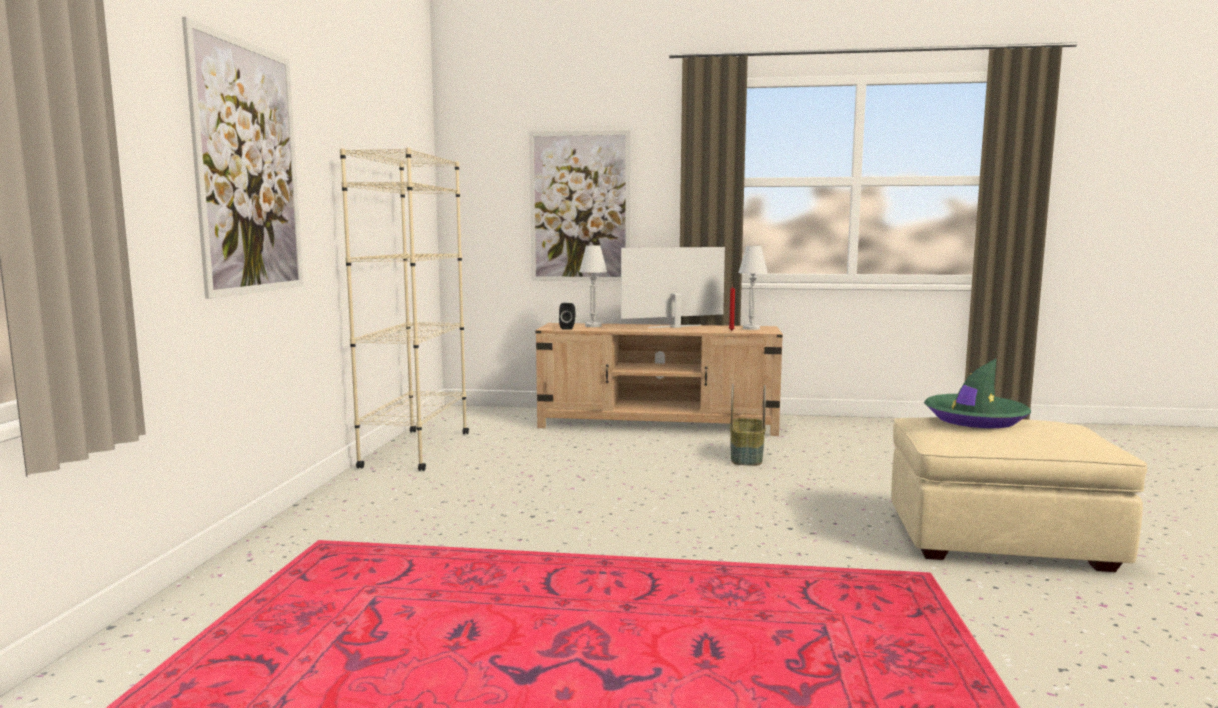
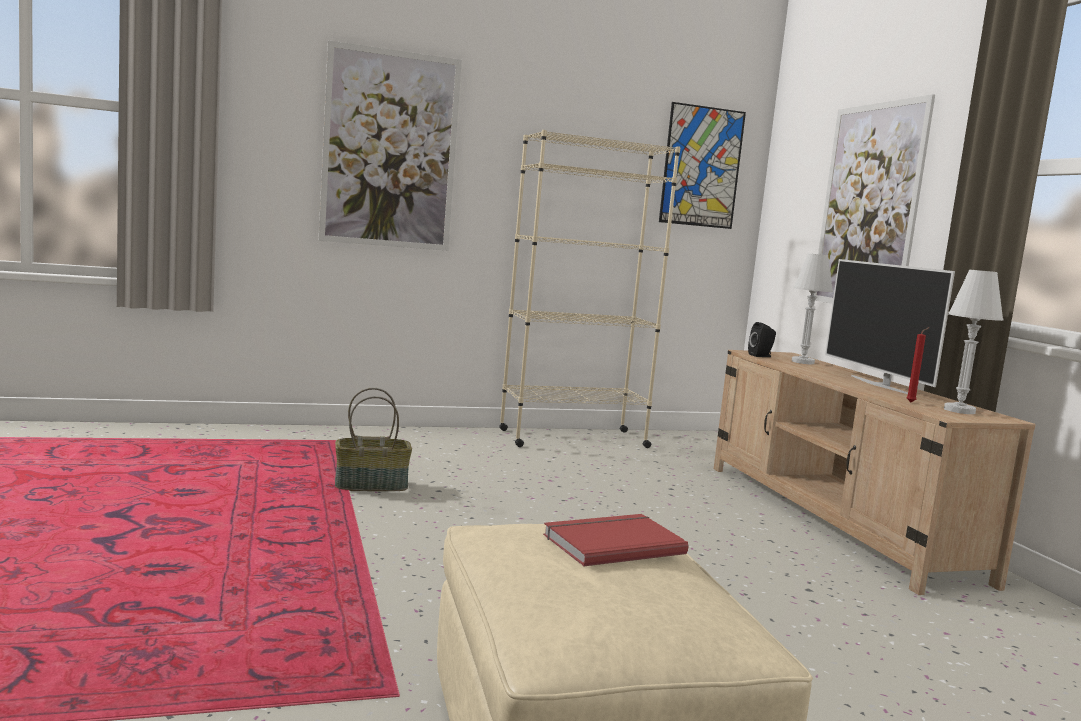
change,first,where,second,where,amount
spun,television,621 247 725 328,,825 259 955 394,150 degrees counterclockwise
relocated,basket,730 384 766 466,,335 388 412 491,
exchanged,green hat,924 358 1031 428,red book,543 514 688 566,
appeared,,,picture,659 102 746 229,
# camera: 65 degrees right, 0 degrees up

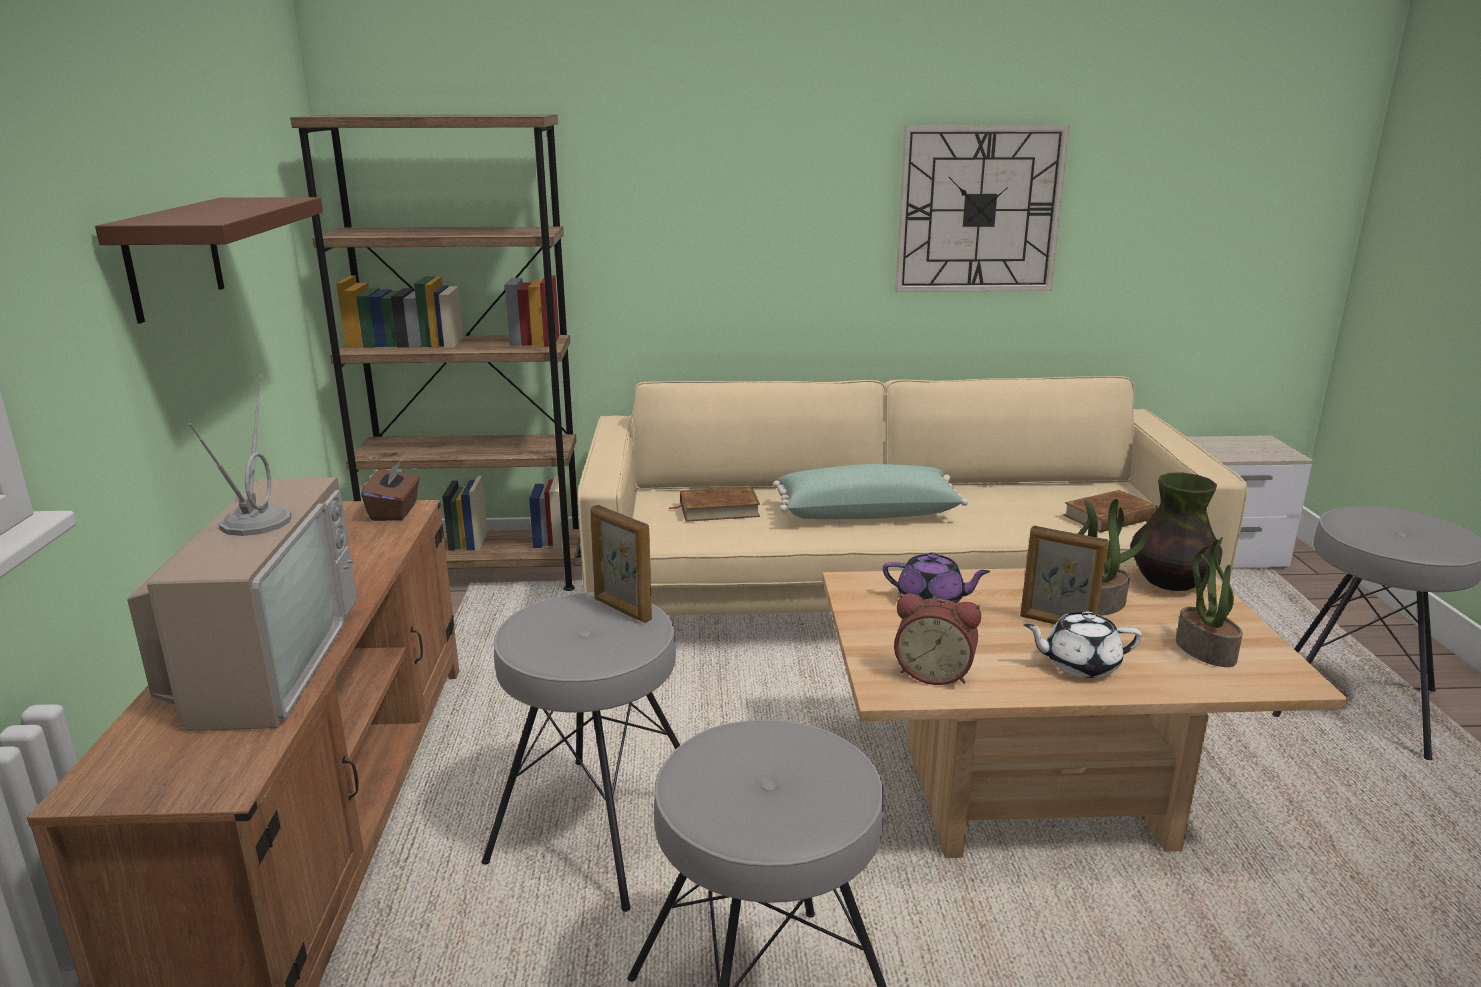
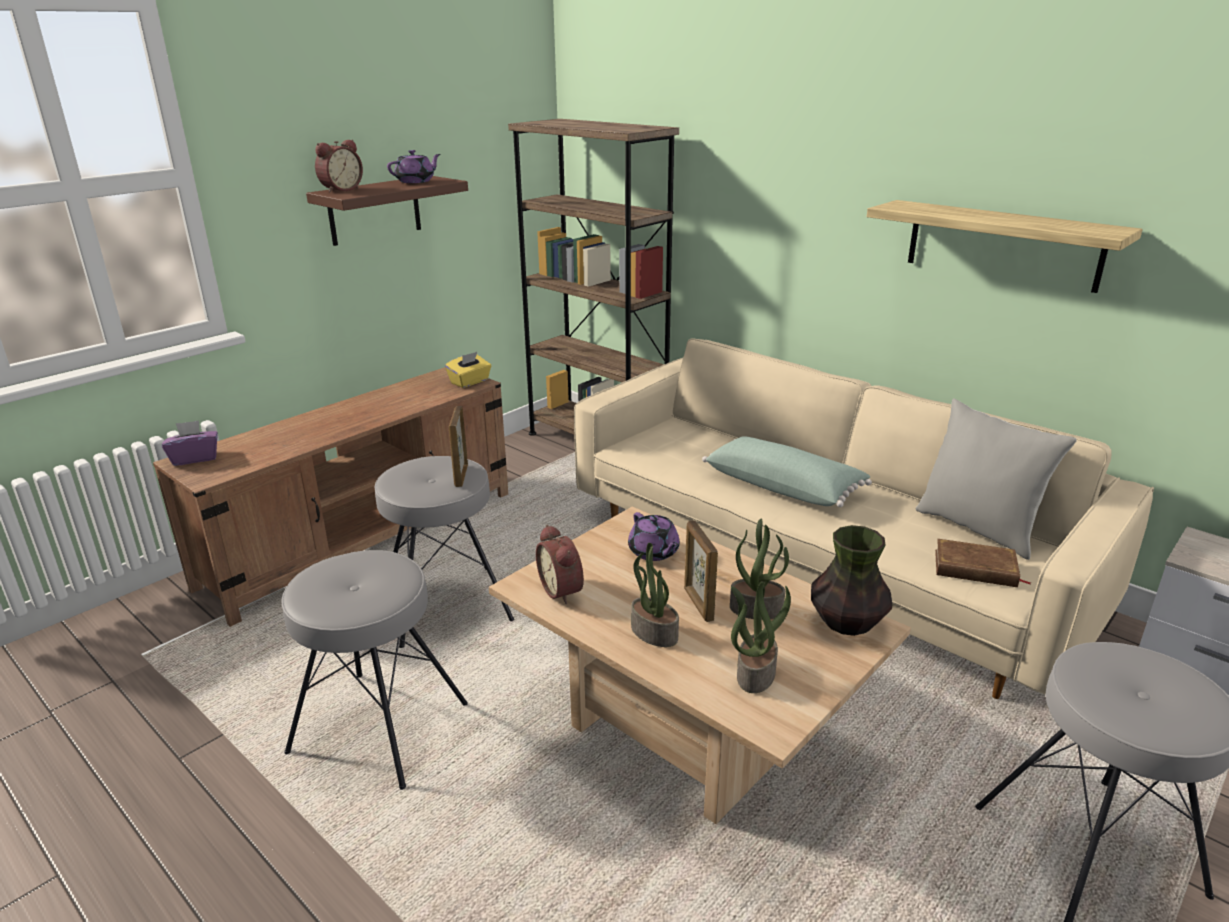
change,first,where,second,where,amount
missing,television,127 374 357 731,,,
colour,brown tissue box,361 460 420 521,yellow tissue box,445 352 491 388,
missing,brown book,668 486 760 522,,,
exchanged,wall clock,895 125 1070 292,shelf,867 200 1143 293,
exchanged,white teapot,1024 612 1142 678,potted plant,631 543 679 647,
appeared,,,purple tissue box,162 420 218 466,
appeared,,,alarm clock,315 140 363 193,
appeared,,,purple teapot,387 150 440 183,
appeared,,,grey pillow,915 398 1077 560,
# camera: 45 degrees right, 5 degrees up

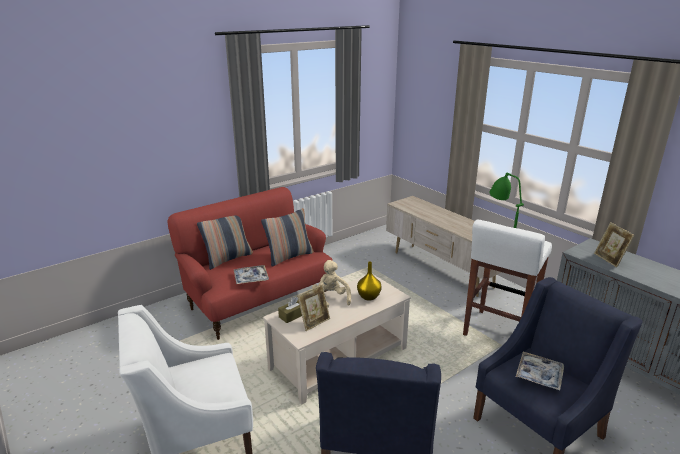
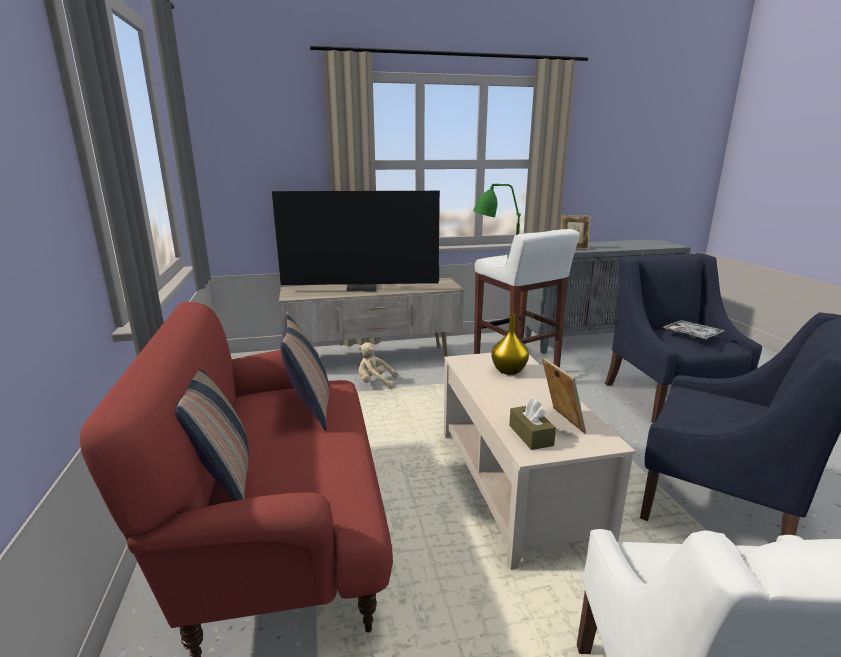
change,first,where,second,where,amount
missing,tray,234 265 269 284,,,
relocated,beige plush toy,312 260 351 307,,358 342 398 389,
appeared,,,television,272 191 440 292,
# camera: 65 degrees left, 5 degrees down

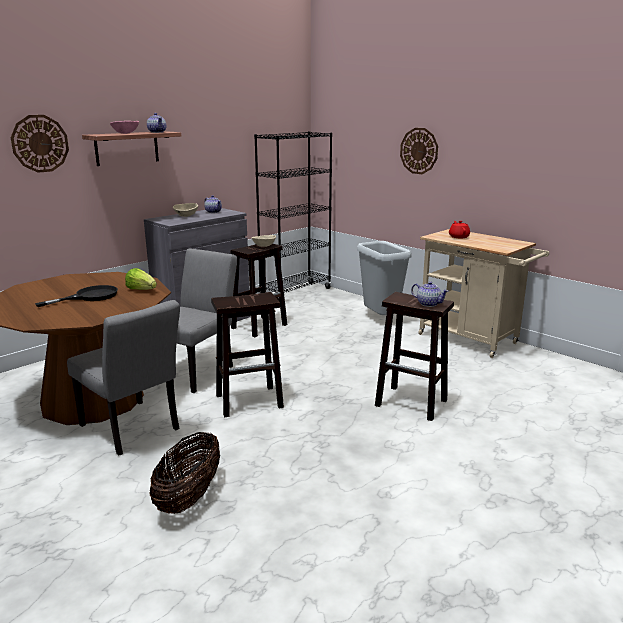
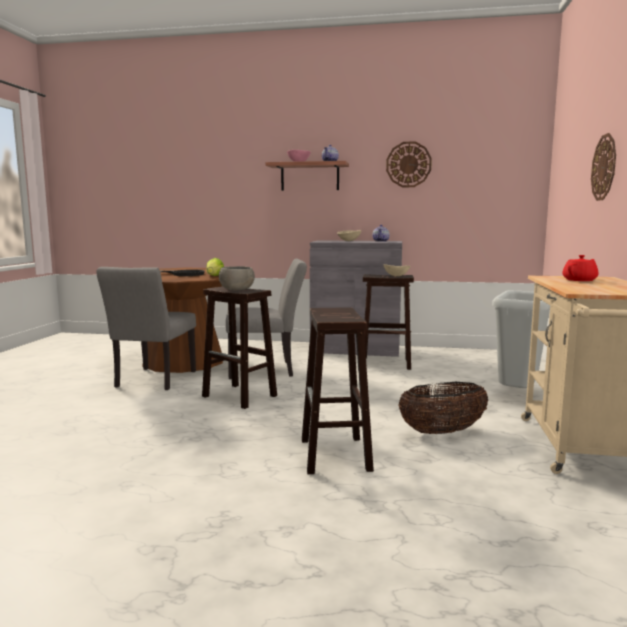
change,first,where,second,where,amount
relocated,wall clock,11 115 69 173,,386 141 432 187,
relocated,basket,150 432 220 514,,399 382 488 434,
missing,black bookcase,254 131 332 298,,,
missing,teapot,411 281 449 307,,,
appeared,,,grey bowl,219 266 255 290,
# camera: 55 degrees right, 10 degrees down

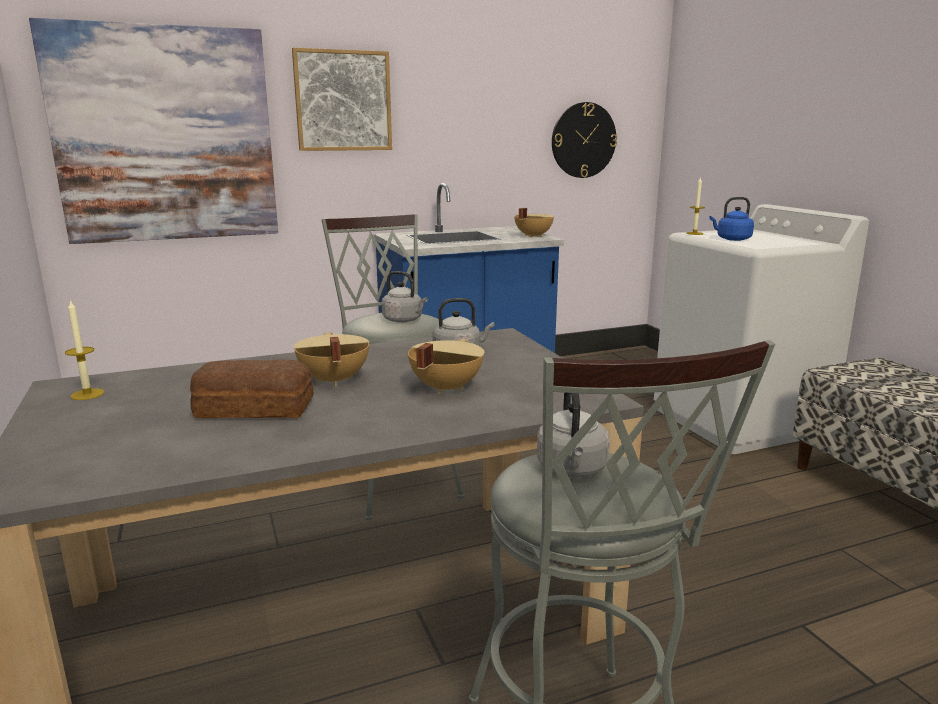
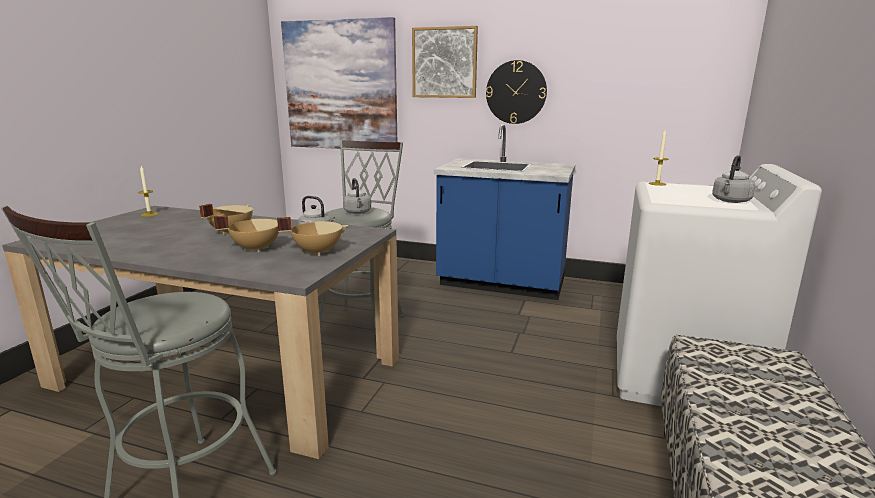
change,first,where,second,where,amount
missing,bread,190 360 314 418,,,
relocated,beige cooking pot,514 208 554 238,,277 217 349 256,
relocated,grey kettle,537 393 610 477,,712 155 755 203,
relocated,wall clock,552 102 617 178,,486 60 547 124,
missing,blue kettle,709 197 754 241,,,
# camera: 40 degrees right, 0 degrees up

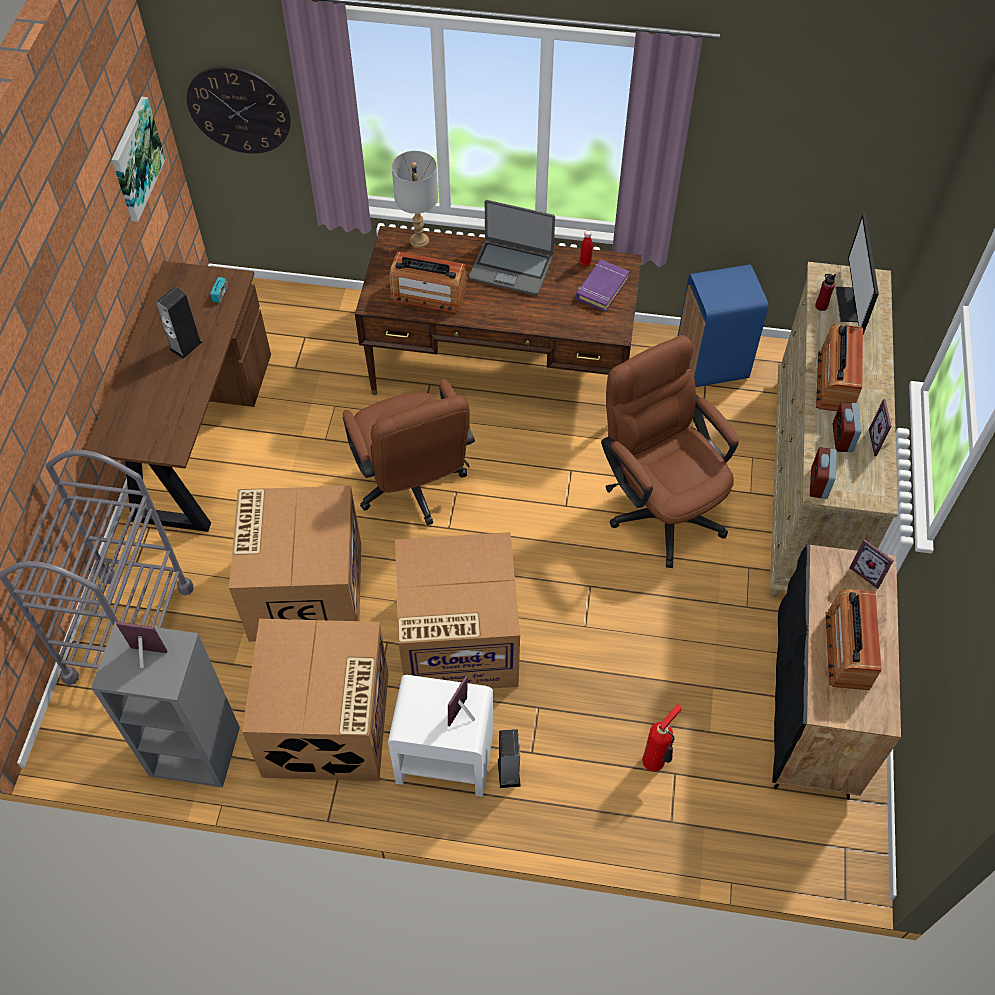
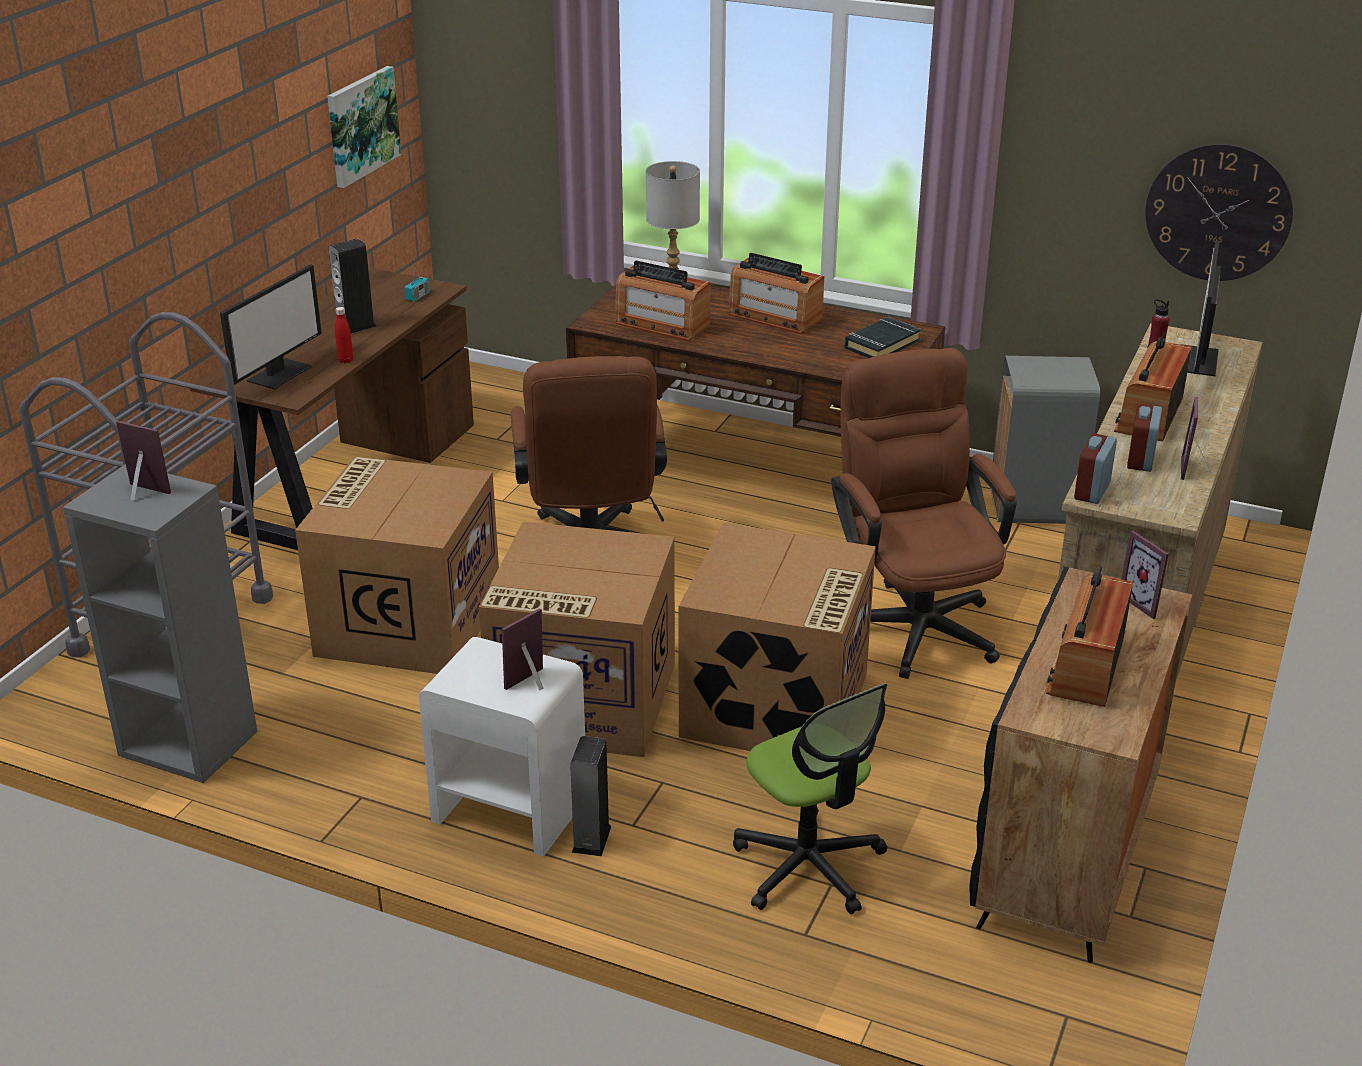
change,first,where,second,where,amount
relocated,wall clock,187 66 291 154,,1145 143 1293 281,
relocated,cardboard box,242 619 388 781,,679 523 876 751,
exchanged,laptop,469 200 555 296,radio,729 253 824 334,
colour,purple book,576 260 630 312,black book,844 317 921 358,
relocated,red bottle,580 230 593 267,,335 307 353 364,
exchanged,fire extinguisher,642 704 682 772,office chair,733 683 887 914,
colour,blue trash can,678 264 768 387,grey trash can,991 356 1100 524,
appeared,,,monitor,220 264 322 389,
# camera: 15 degrees right, 25 degrees down

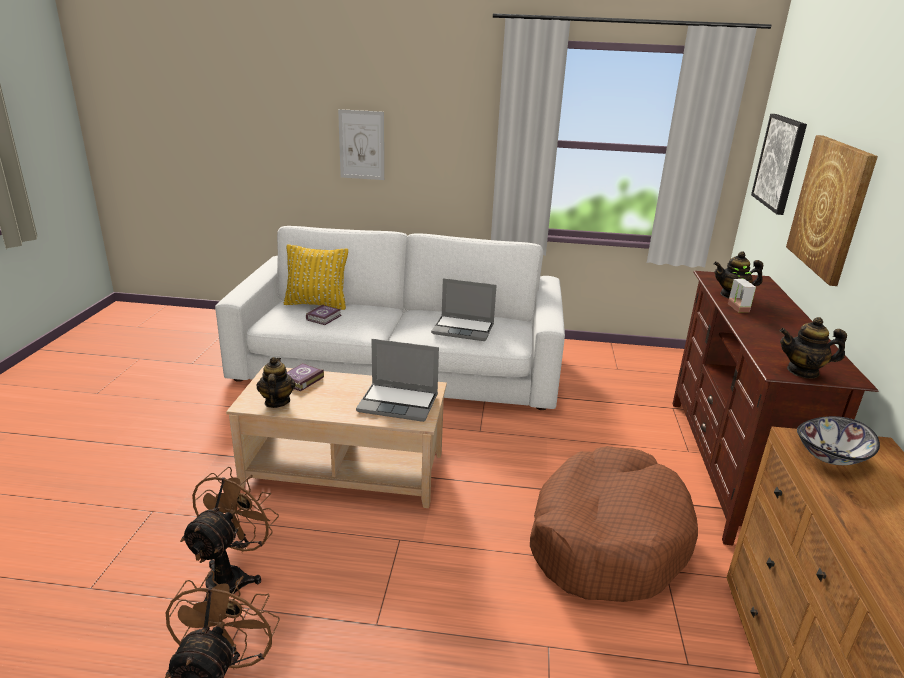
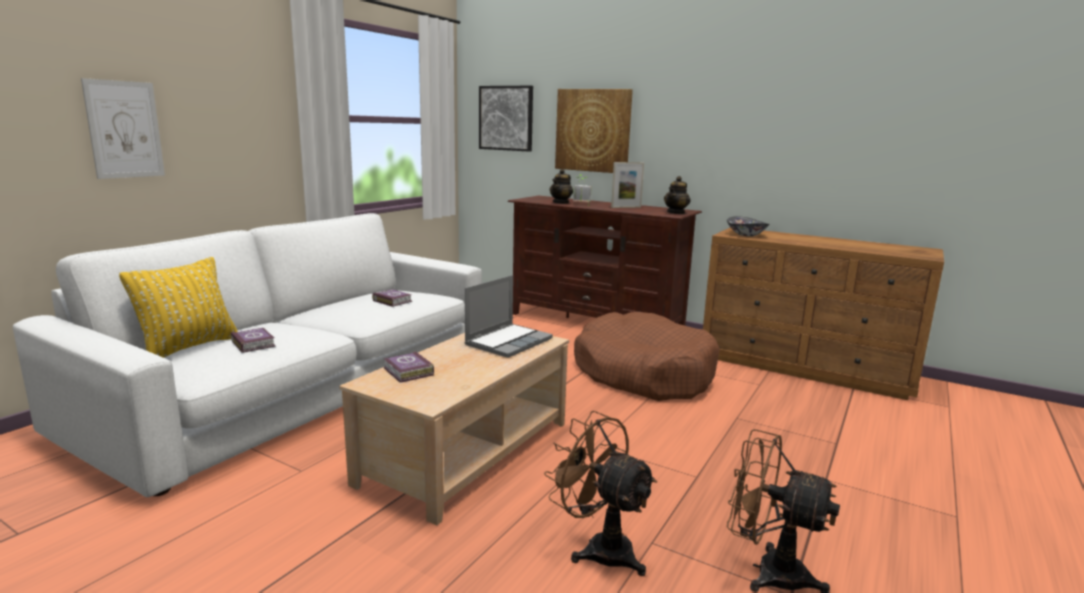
change,first,where,second,where,amount
missing,teapot,257 357 296 408,,,
exchanged,laptop,431 278 497 341,book,372 289 412 307,
appeared,,,picture frame,611 162 644 208,
# camera: 65 degrees left, 10 degrees down

